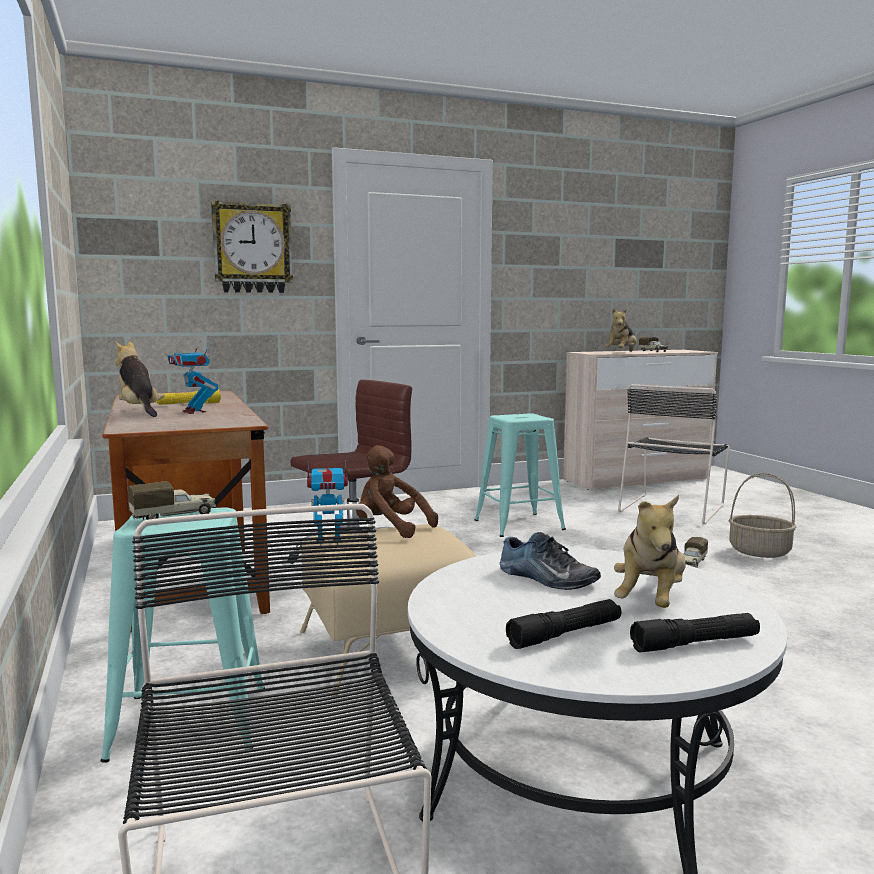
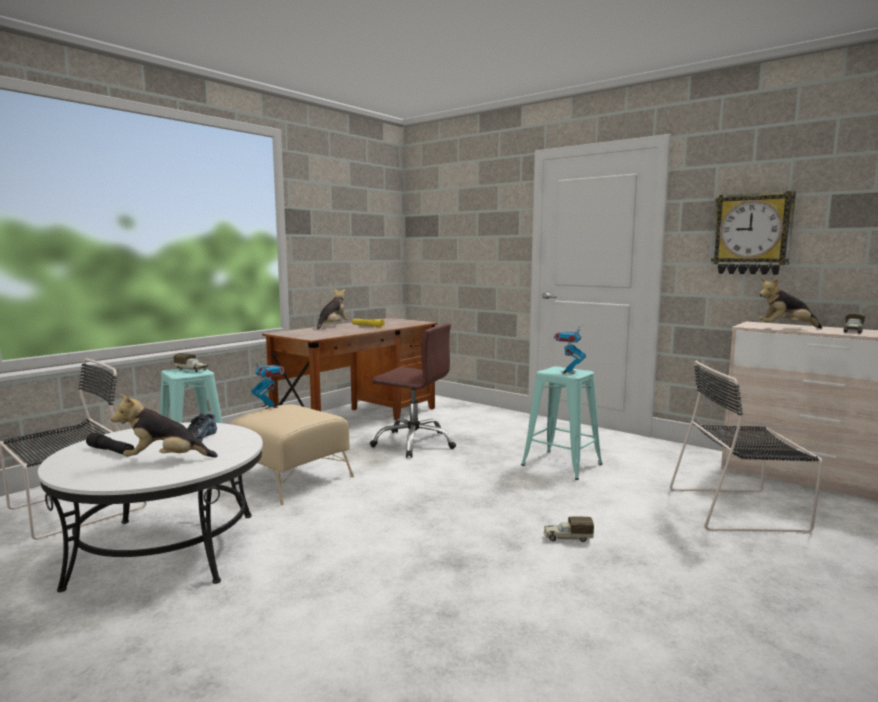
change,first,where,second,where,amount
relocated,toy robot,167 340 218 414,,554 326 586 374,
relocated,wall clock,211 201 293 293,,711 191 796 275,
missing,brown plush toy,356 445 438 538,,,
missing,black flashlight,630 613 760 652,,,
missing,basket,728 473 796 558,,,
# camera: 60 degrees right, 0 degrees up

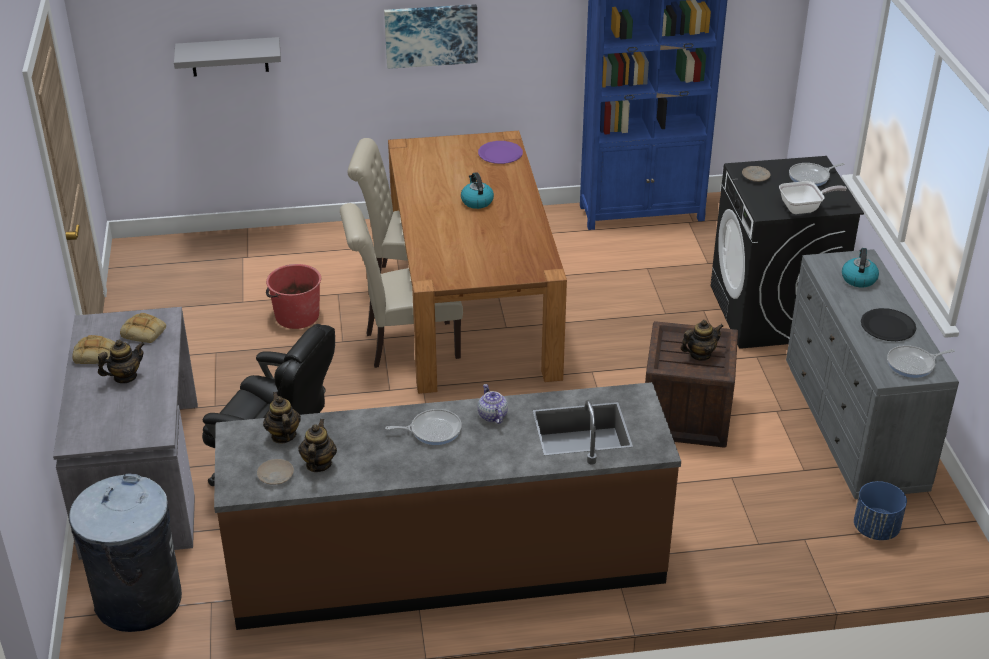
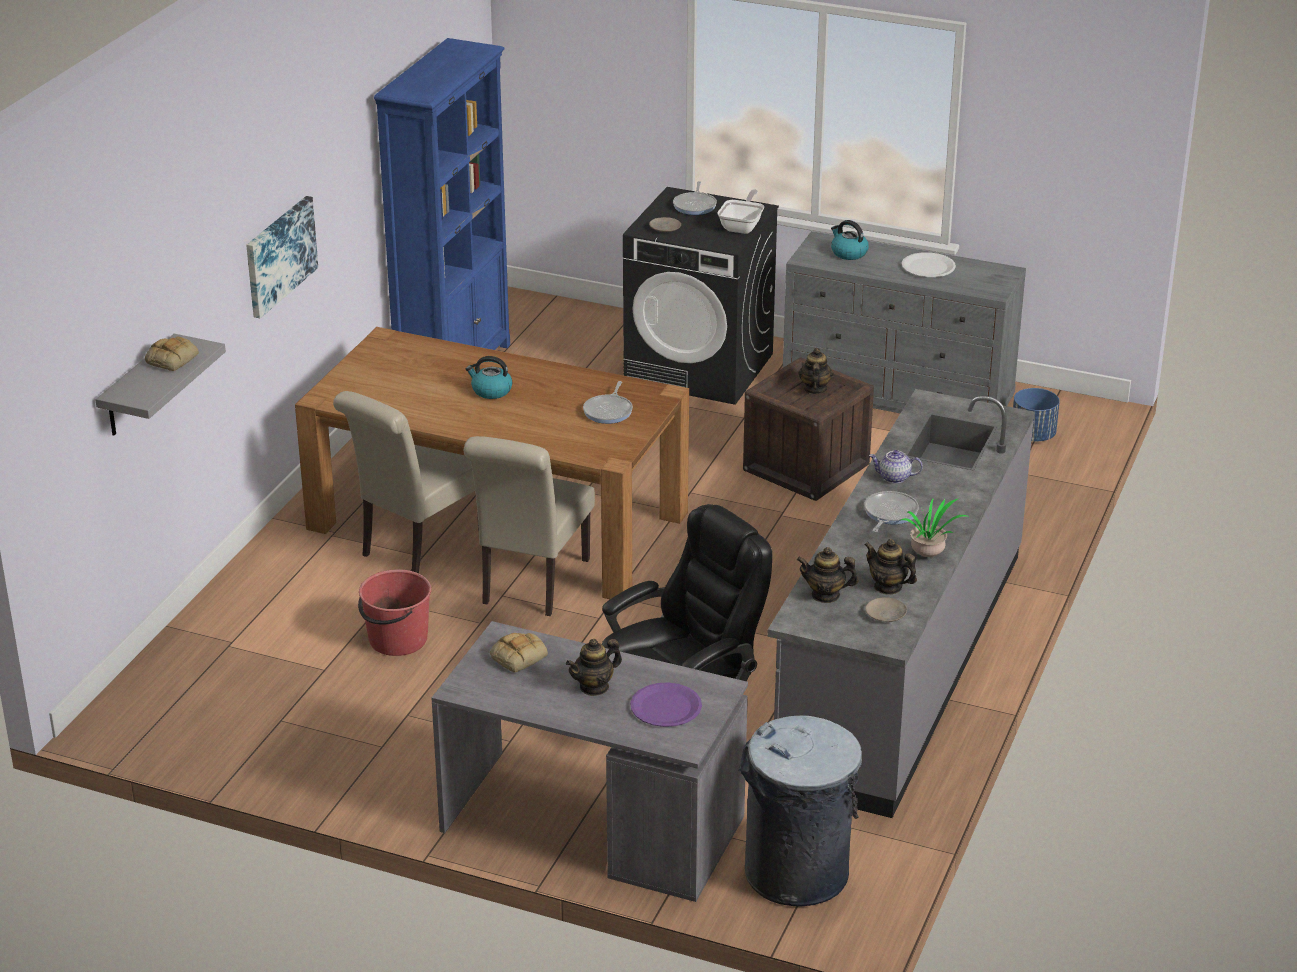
change,first,where,second,where,amount
relocated,bread,72 335 115 364,,145 336 199 371,
spun,teapot,98 340 145 383,,566 639 622 696,120 degrees counterclockwise
colour,brown counter,214 382 681 630,grey counter,767 389 1035 818,
relocated,purple plate,478 141 523 164,,630 682 702 727,
colour,black plate,861 308 916 341,white plate,902 252 956 277,
relocated,frying pan,887 345 954 378,,583 381 633 424,
appeared,,,potted plant,900 498 967 557,
# camera: 60 degrees left, 5 degrees down

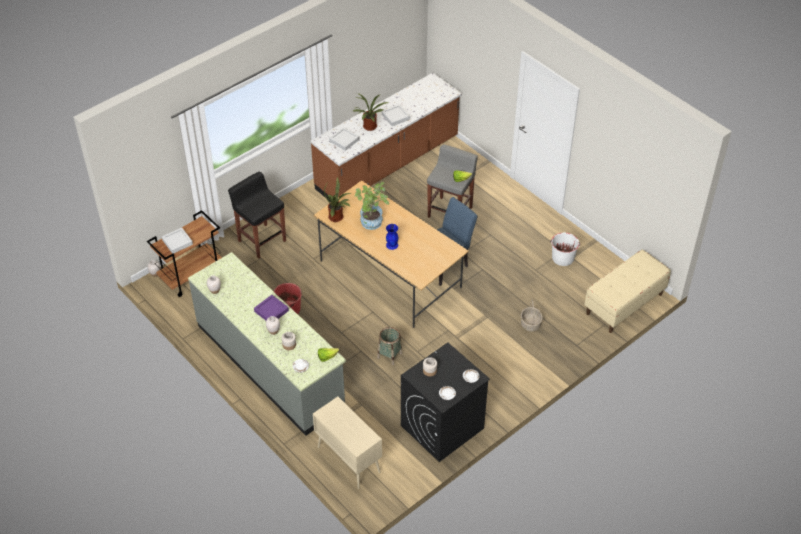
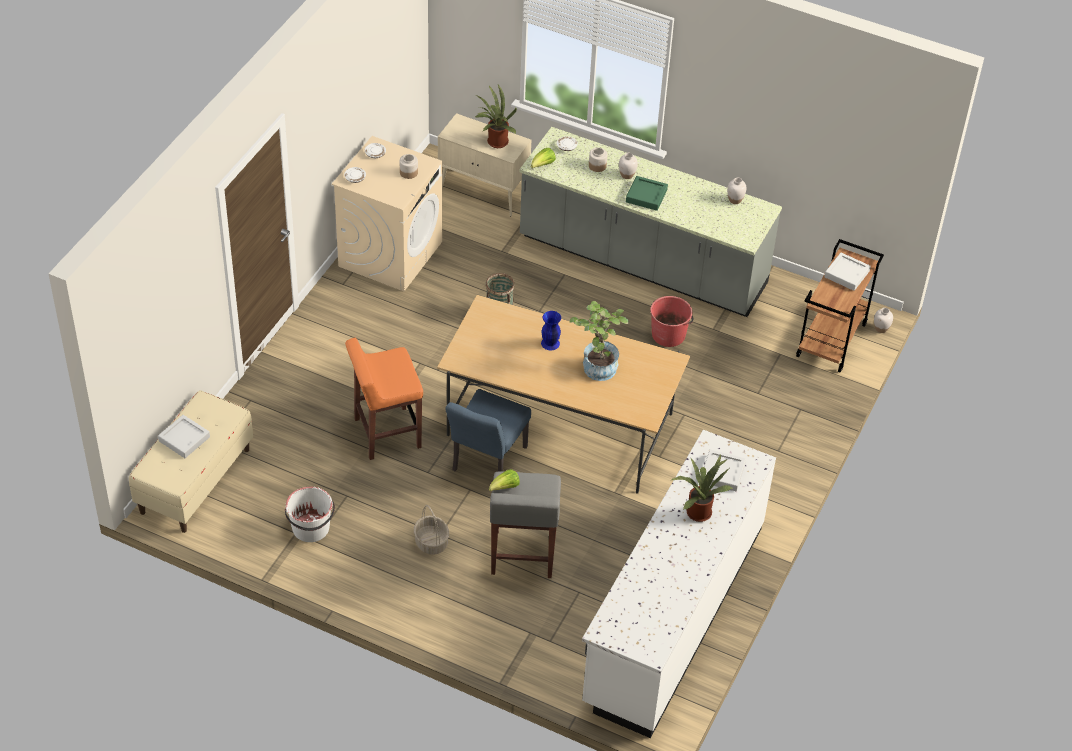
change,first,where,second,where,amount
missing,black stool,228 172 286 259,,,
colour,purple tray,254 295 289 320,green tray,626 176 668 211,
colour,brown counter,310 73 462 202,white counter,582 430 776 738,
relocated,potted plant,324 177 351 222,,475 85 517 148,
relocated,grey tray,382 104 410 126,,158 415 210 458,
colour,black washing machine,401 342 490 462,beige washing machine,332 136 442 291,
relocated,basket,521 300 543 332,,414 505 449 555,
appeared,,,orange stool,345 338 423 460,
# camera: 155 degrees right, 0 degrees up

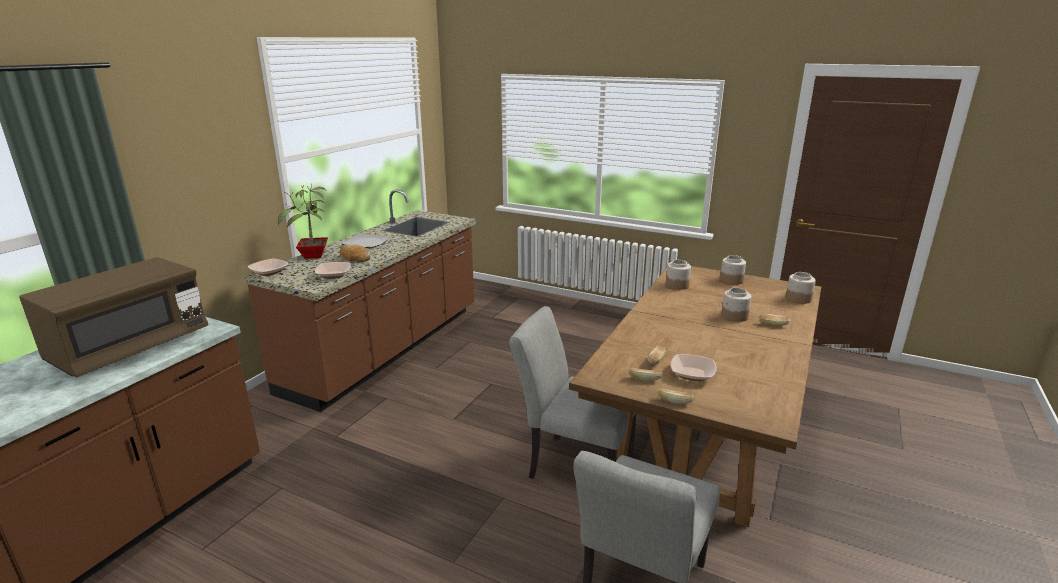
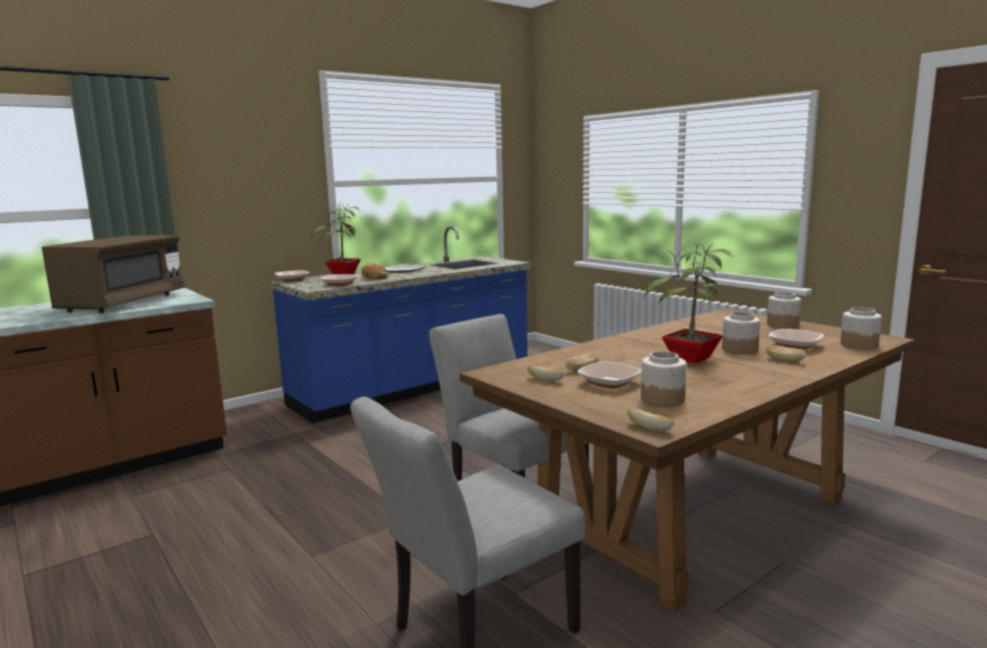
change,first,where,second,where,amount
spun,brown microwave,19 257 208 377,,42 235 185 313,45 degrees counterclockwise
colour,brown counter,245 189 476 412,blue counter,271 226 531 423,
relocated,bread,657 388 694 404,,627 408 674 431,
relocated,jar,666 260 691 290,,641 351 686 407,
appeared,,,potted plant,644 243 734 363,
appeared,,,bowl,769 329 824 350,
# camera: 25 degrees right, 10 degrees down

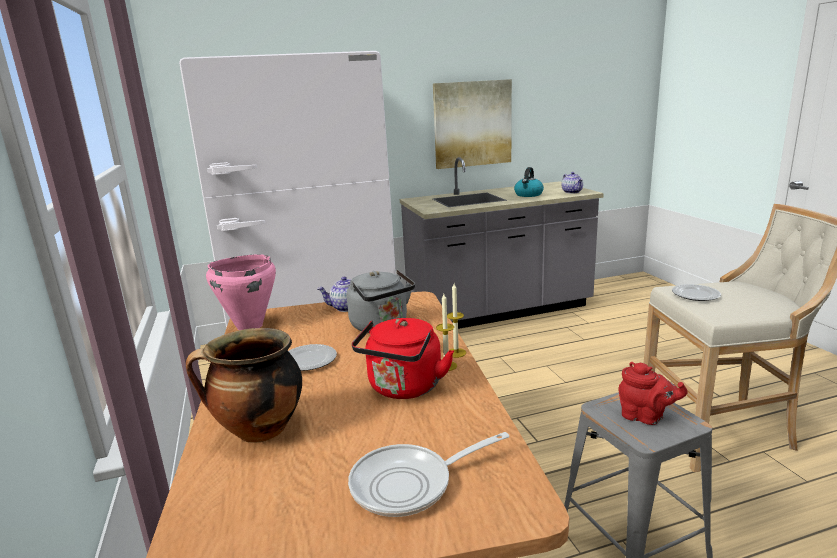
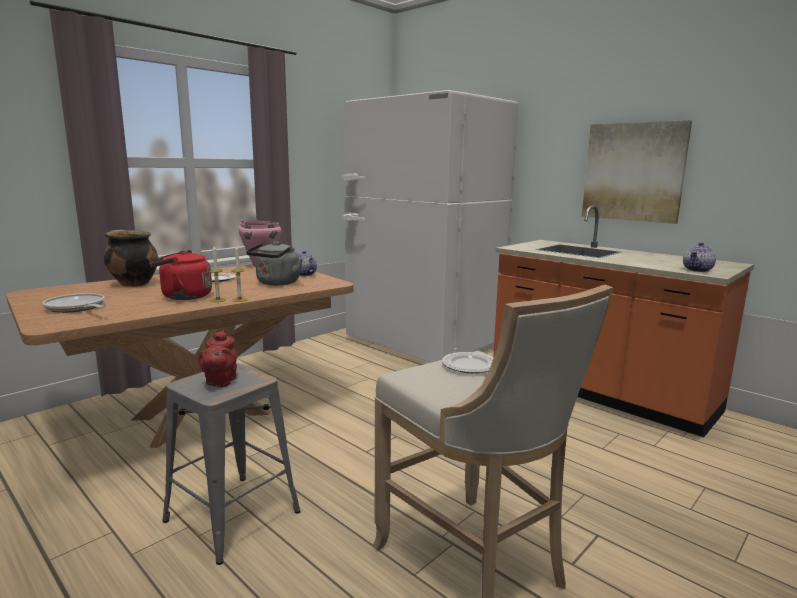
change,first,where,second,where,amount
colour,grey counter,400 157 604 329,orange counter,493 205 754 437,
missing,kettle,514 167 544 197,,,
# camera: 60 degrees right, 5 degrees down

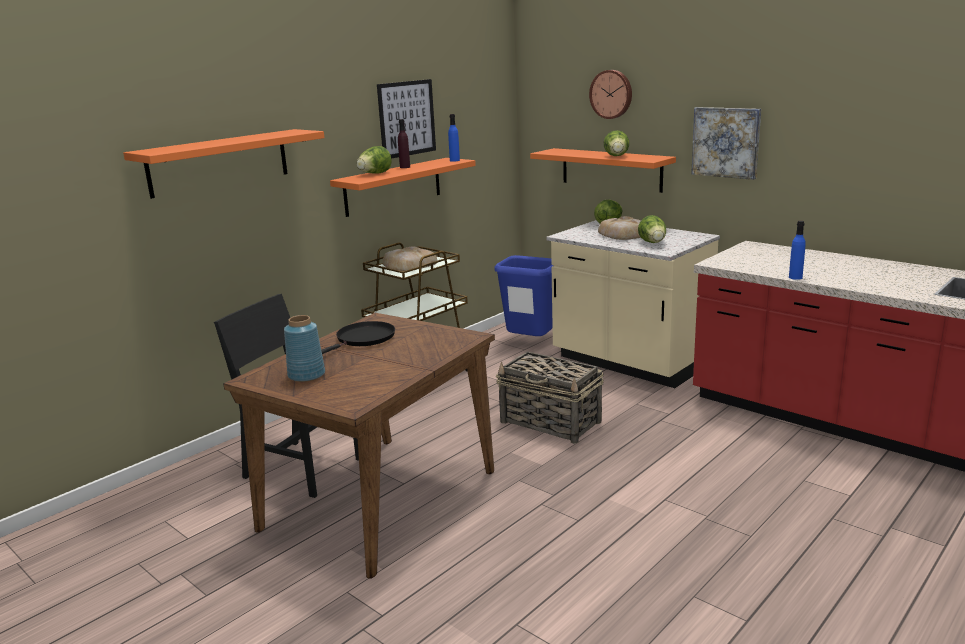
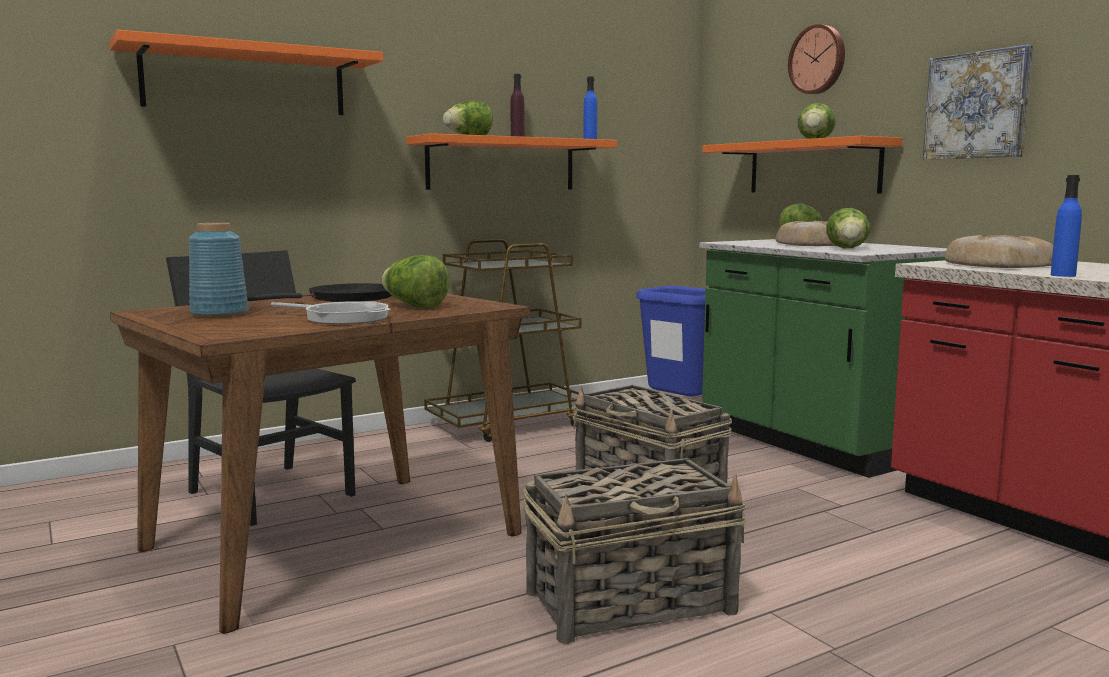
change,first,where,second,where,amount
missing,picture,377 79 436 159,,,
relocated,bread,382 246 438 271,,944 235 1053 268,
colour,beige counter,547 220 720 388,green counter,699 239 948 478,
appeared,,,frying pan,271 301 391 325,
appeared,,,lettuce,382 255 450 308,
appeared,,,basket,523 458 746 644,
# camera: 15 degrees right, 10 degrees down

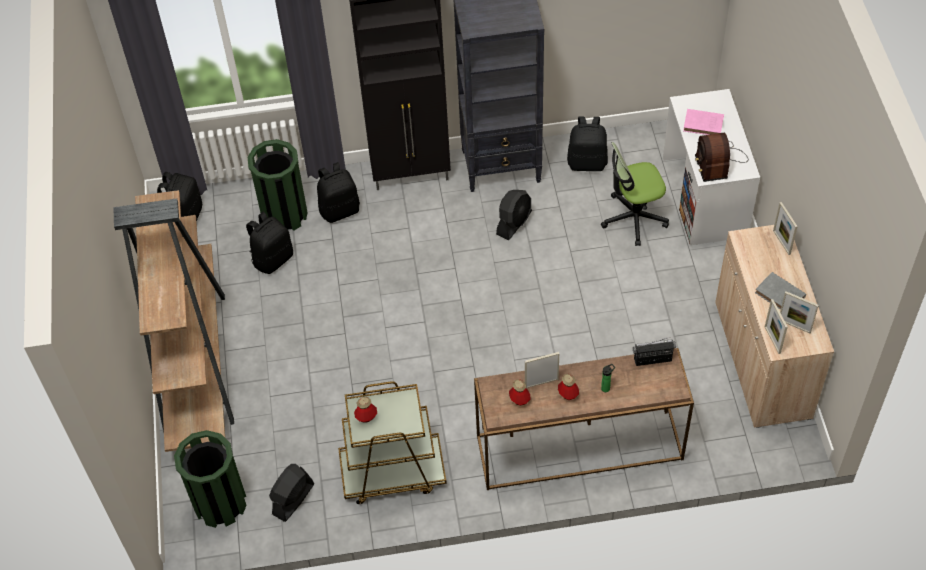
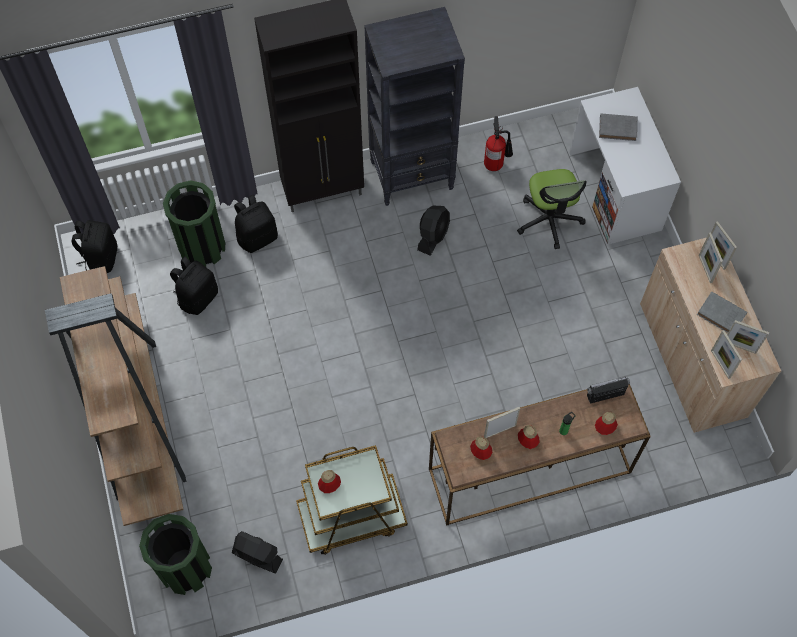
change,first,where,second,where,amount
spun,black fan,269 464 314 522,,232 531 283 573,90 degrees clockwise
exchanged,black backpack,567 117 608 171,fire extinguisher,484 116 513 171,
spun,office chair,601 142 669 246,,517 169 587 249,75 degrees counterclockwise
colour,pink book,683 109 724 135,grey book,599 114 638 141,
missing,radio,695 133 748 182,,,
appeared,,,bottle,595 412 618 435,
appeared,,,picture frame,699 233 723 283,
# camera: 10 degrees left, 10 degrees up

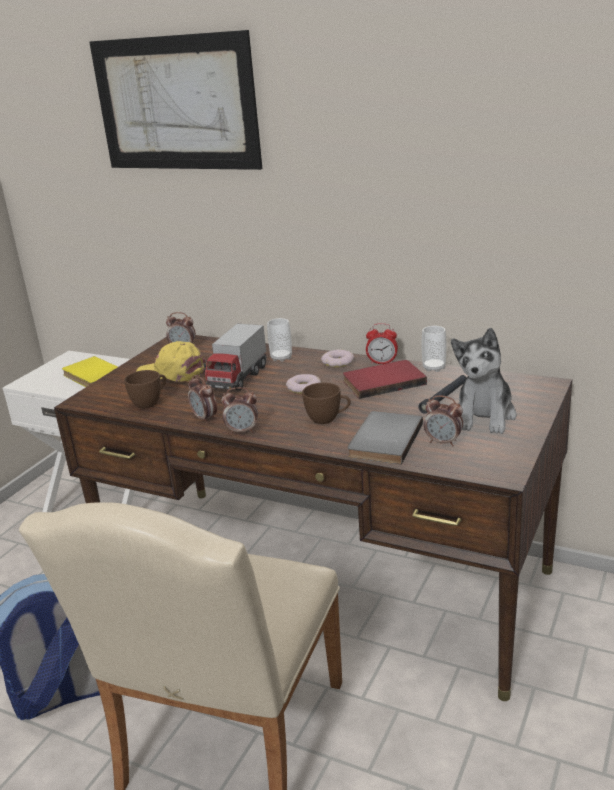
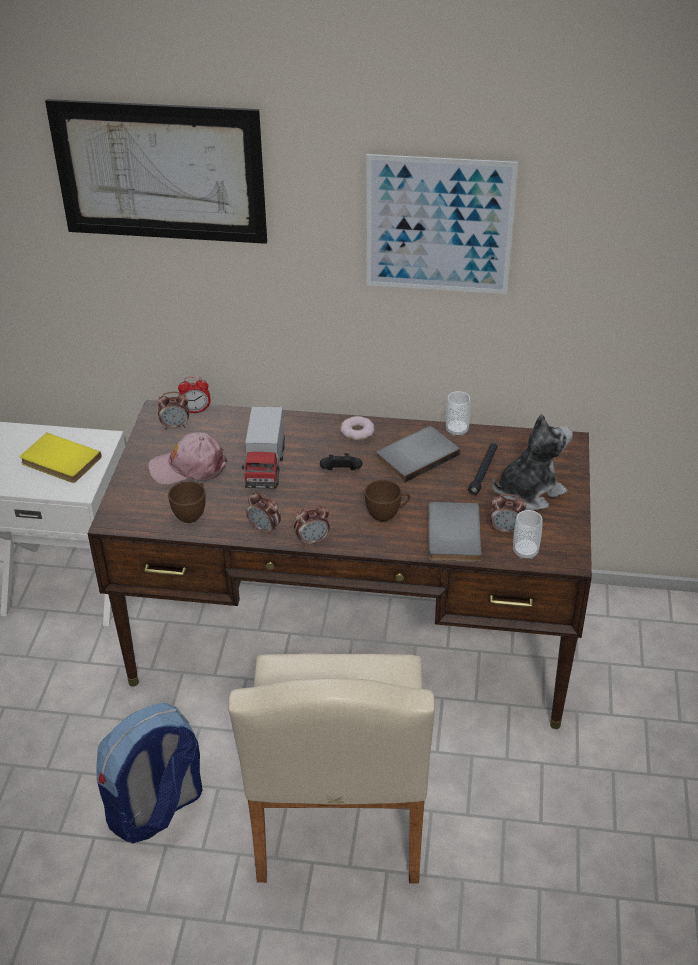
change,first,where,second,where,amount
colour,yellow cap,136 341 207 381,pink cap,148 432 227 485,
relocated,cup,267 318 292 362,,513 510 543 559,
exchanged,donut,286 374 321 394,black game controller,320 453 362 470,
colour,red book,343 360 427 399,grey book,376 426 460 483,
relocated,alarm clock,366 323 398 364,,178 376 210 413,
spun,plush toy,451 328 517 434,,492 414 573 510,120 degrees counterclockwise
appeared,,,picture,367 154 518 294,
# camera: 20 degrees left, 15 degrees up

